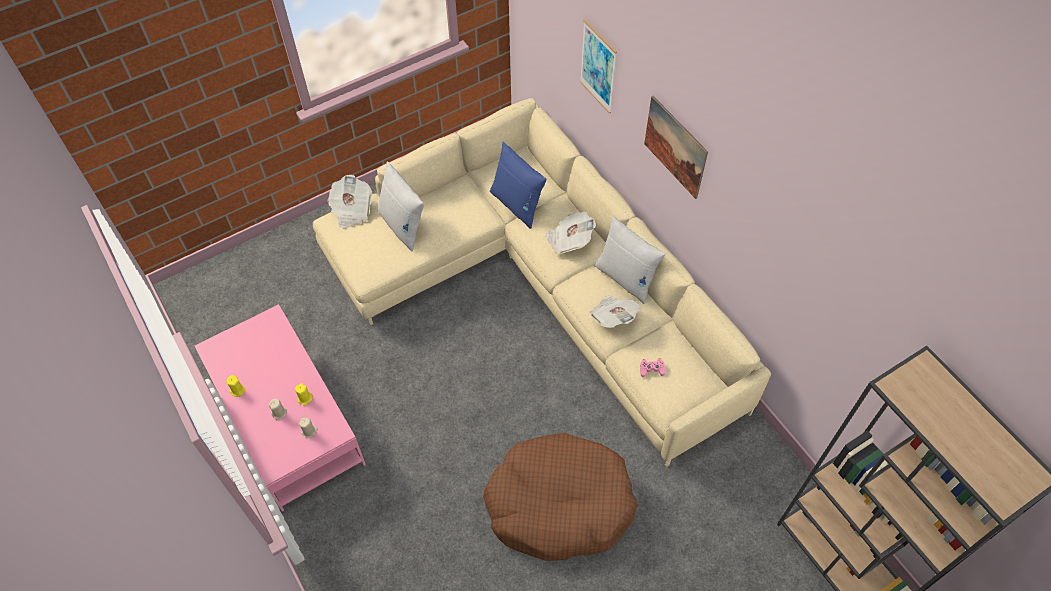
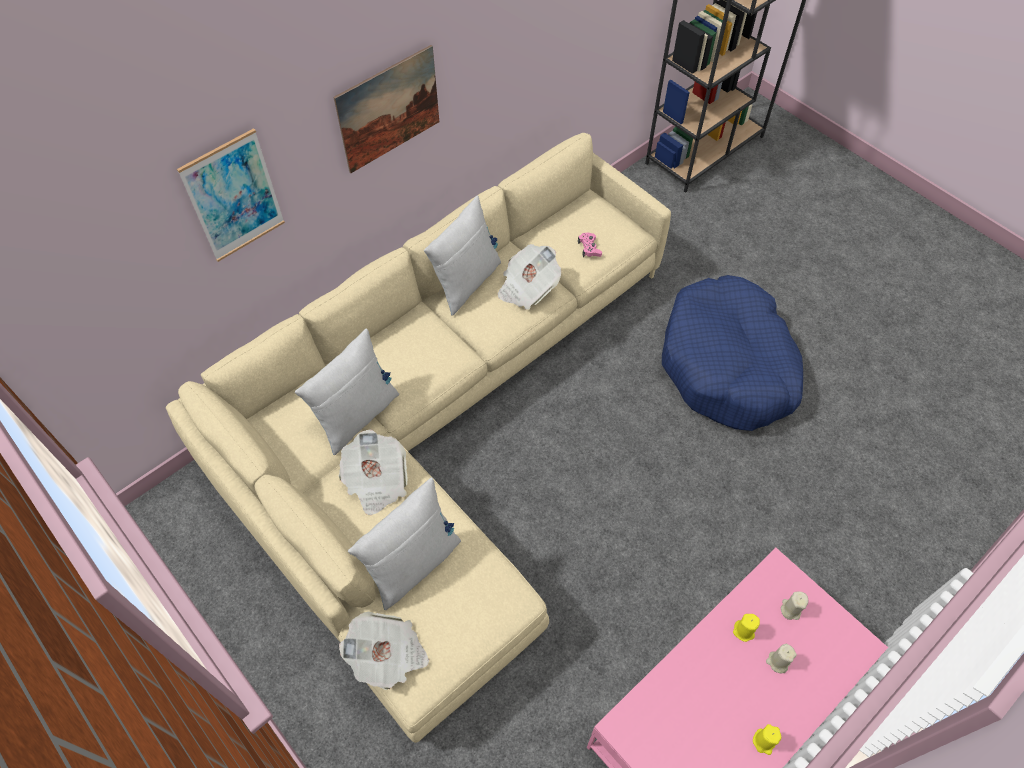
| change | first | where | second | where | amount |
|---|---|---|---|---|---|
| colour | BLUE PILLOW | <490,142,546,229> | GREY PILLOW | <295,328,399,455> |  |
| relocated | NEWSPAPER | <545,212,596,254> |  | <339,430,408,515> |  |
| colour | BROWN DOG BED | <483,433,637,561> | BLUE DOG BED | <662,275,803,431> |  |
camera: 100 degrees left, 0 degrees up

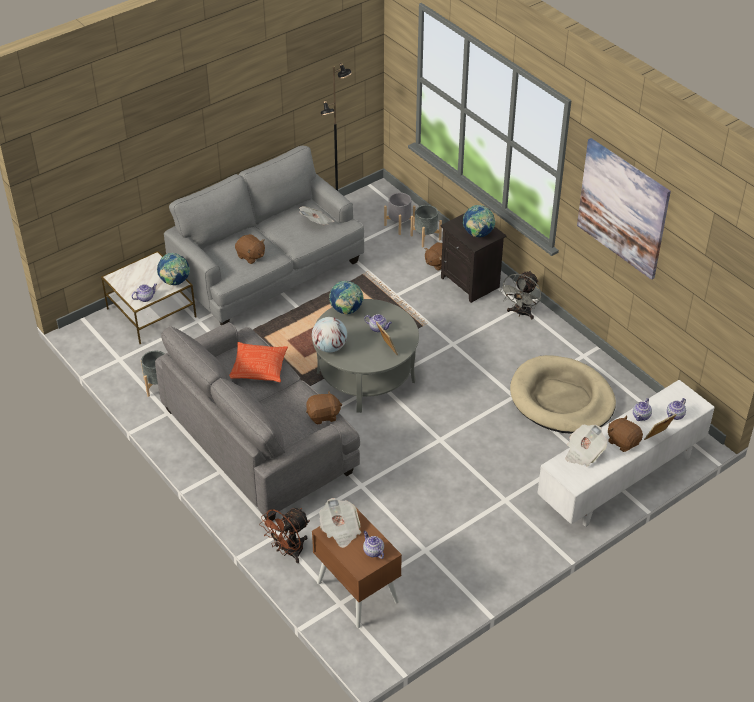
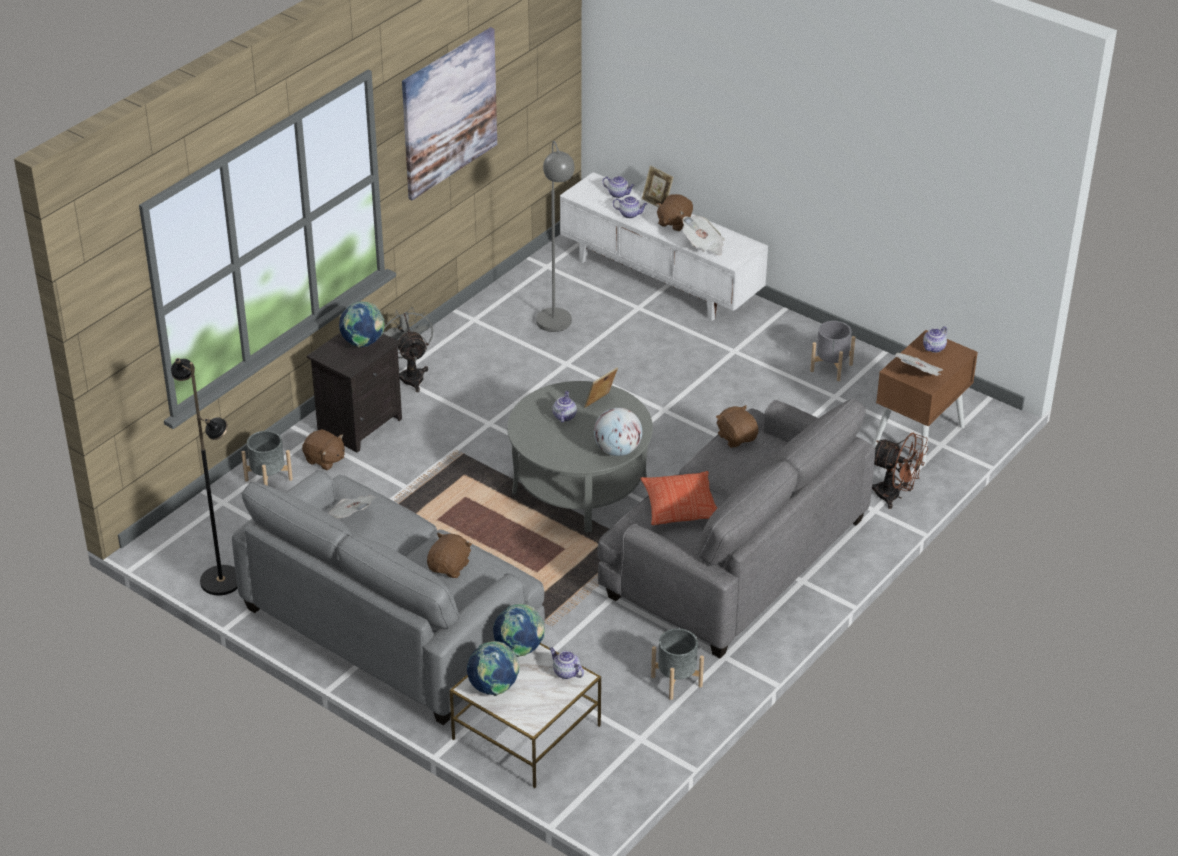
| change | first | where | second | where | amount |
|---|---|---|---|---|---|
| relocated | GREY PLANTER | <384,193,416,235> |  | <810,321,855,381> |  |
| spun | GREY FAN | <500,271,541,319> |  | <383,307,433,392> | 120 degrees counterclockwise |
| relocated | GLOBE | <329,281,364,314> |  | <467,641,519,696> |  |
| exchanged | BEIGE DOG BED | <510,355,616,433> | GREY FLOOR LAMP | <536,141,574,332> |  |
camera: 105 degrees left, 5 degrees down

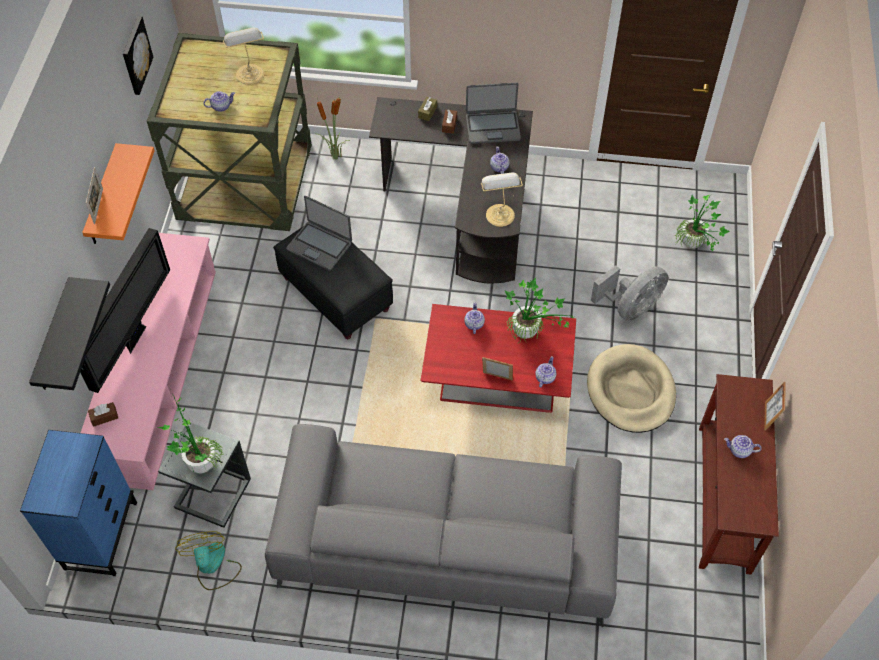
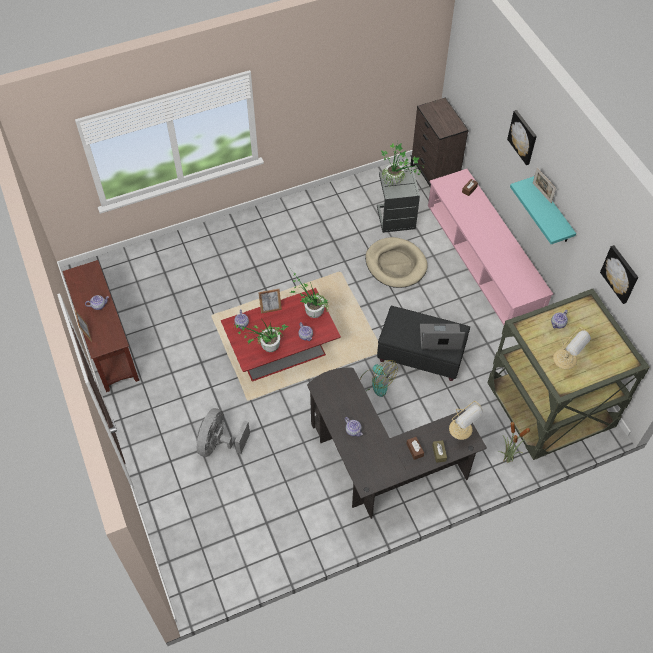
| change | first | where | second | where | amount |
|---|---|---|---|---|---|
| missing | LAPTOP | <466,82,521,144> |  |  |  |
| colour | ORANGE SHELF | <82,143,155,244> | TURQUOISE SHELF | <510,176,576,244> |  |
| relocated | TABLE LAMP | <481,173,523,227> |  | <449,401,483,440> |  |
| relocated | POTTED PLANT | <676,195,730,251> |  | <289,272,329,318> |  |
| missing | TELEVISION | <80,228,170,393> |  |  |  |
| missing | BLACK SHELF | <29,277,110,390> |  |  |  |
| relocated | BEIGE DOG BED | <587,344,676,433> |  | <365,237,428,288> |  |
| missing | GREY SOFA | <265,424,622,627> |  |  |  |
| colour | BLUE DRESSER | <20,430,137,576> | BROWN DRESSER | <410,98,469,187> |  |
| relocated | FAN | <175,531,242,590> |  | <360,360,398,397> |  |
| appeared |  |  | PICTURE | <507,110,537,165> |  |
camera: 150 degrees right, 0 degrees up

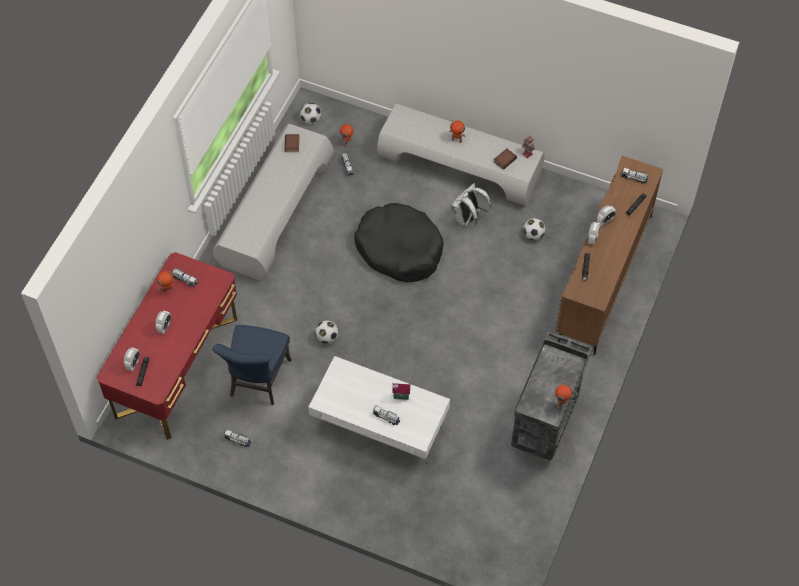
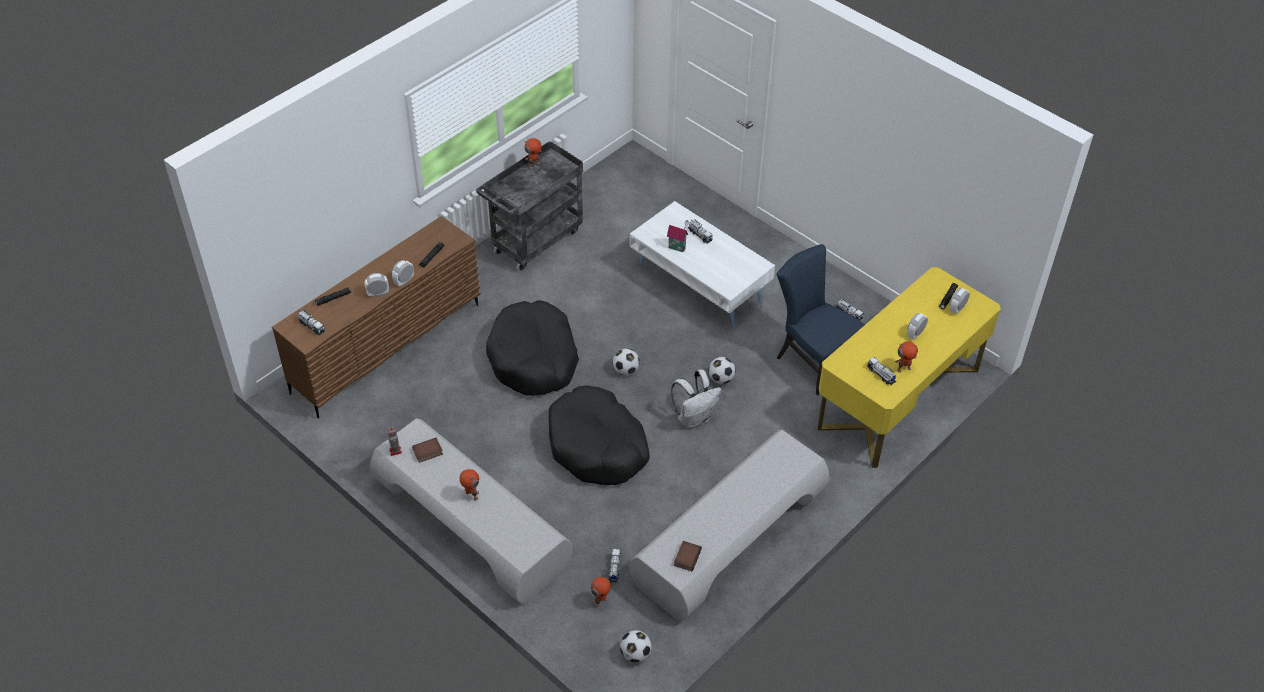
| change | first | where | second | where | amount |
|---|---|---|---|---|---|
| relocated | WHITE BACKPACK | <451,183,491,227> |  | <671,369,721,429> |  |
| relocated | FOOTBALL | <523,218,546,241> |  | <613,348,640,376> |  |
| colour | RED DESK | <96,252,237,440> | YELLOW DESK | <818,267,1001,468> |  |
| spun | BLUE CHAIR | <213,325,292,405> |  | <776,244,865,395> | 75 degrees counterclockwise |
| appeared |  |  | BLACK DOG BED | <486,300,579,396> |  |
camera: 160 degrees left, 10 degrees down

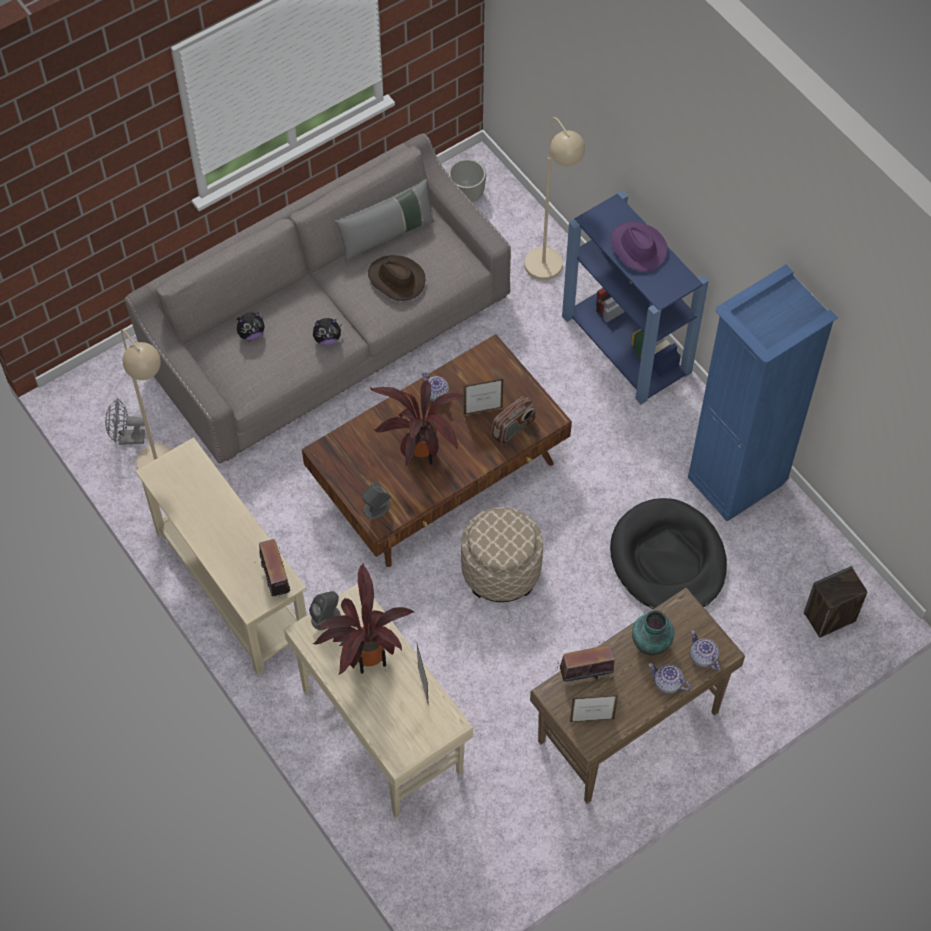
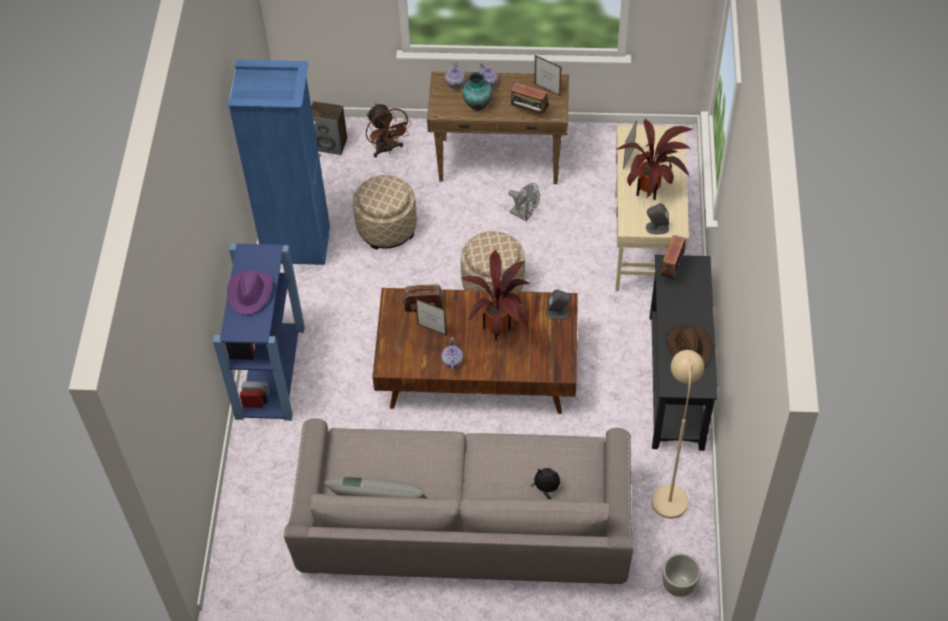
| change | first | where | second | where | amount |
|---|---|---|---|---|---|
| missing | BEIGE FLOOR LAMP | <524,117,585,280> |  |  |  |
| relocated | GREY PLANTER | <448,159,486,202> |  | <662,553,701,597> |  |
| relocated | BROWN HAT | <368,255,425,301> |  | <665,325,713,367> |  |
| missing | PLUSH TOY | <313,318,341,345> |  |  |  |
| relocated | GREY FAN | <105,398,145,445> |  | <508,183,540,221> |  |
| colour | BEIGE CONSOLE TABLE | <135,437,307,675> | BLACK CONSOLE TABLE | <649,255,718,451> |  |
| exchanged | BLACK DOG BED | <610,498,727,609> | BEIGE OTTOMAN | <353,175,417,250> |  |
| appeared |  |  | BROWN FAN | <366,103,412,157> |  |
camera: 140 degrees left, 5 degrees down

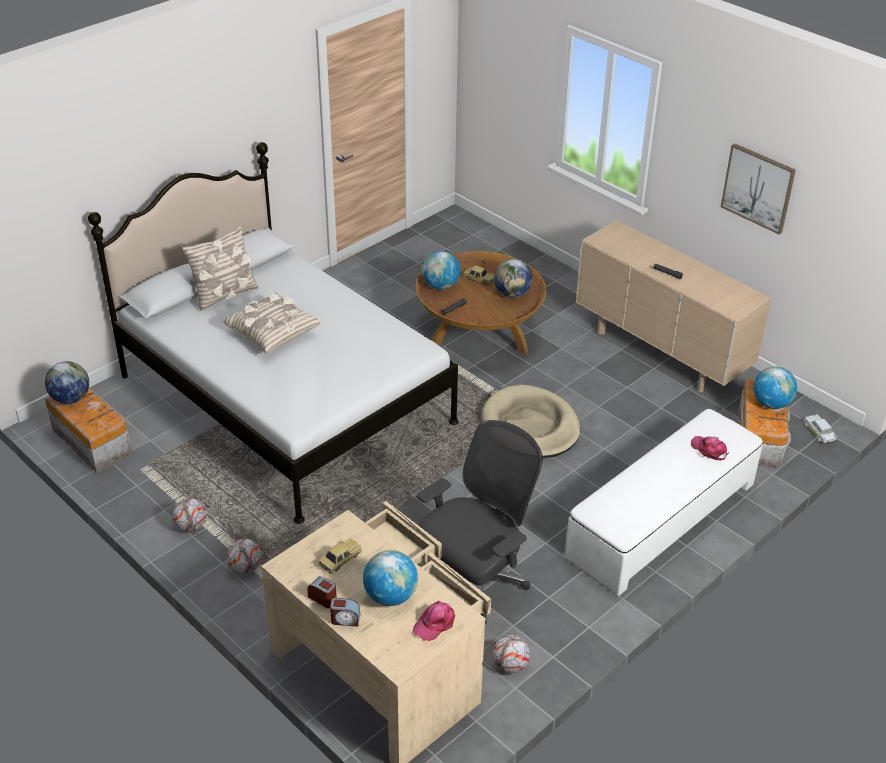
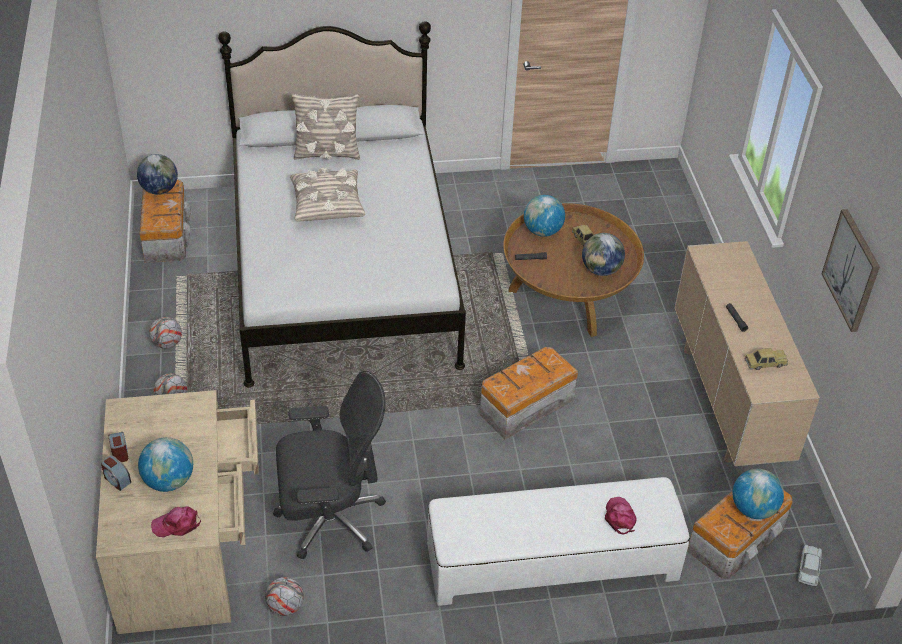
| change | first | where | second | where | amount |
|---|---|---|---|---|---|
| exchanged | BEIGE DOG BED | <482,384,580,458> | STORAGE BOX | <480,347,578,440> |  |
| relocated | TOY CAR | <319,538,362,574> |  | <745,348,788,370> |  |
camera: 35 degrees right, 5 degrees up

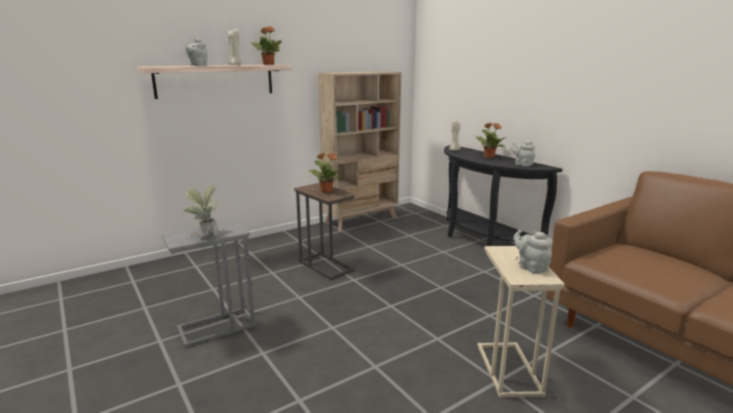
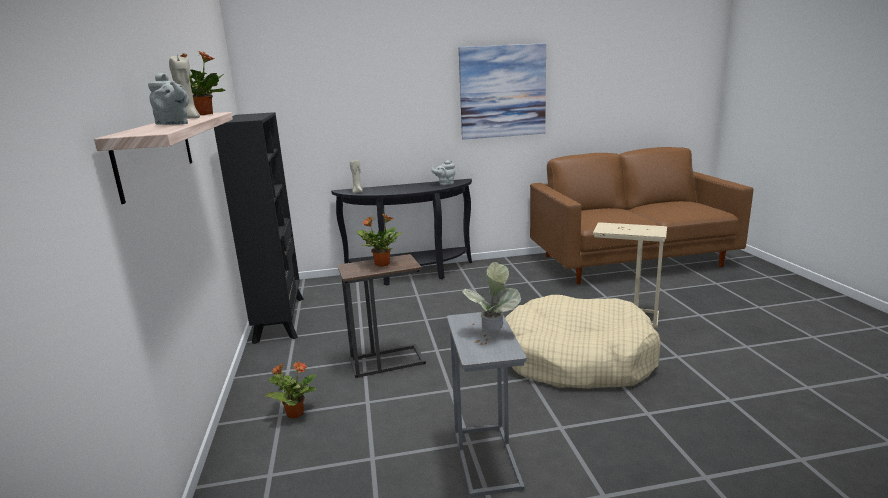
| change | first | where | second | where | amount |
|---|---|---|---|---|---|
| colour | BEIGE BOOKCASE | <318,71,401,232> | BLACK BOOKCASE | <214,112,304,344> |  |
| relocated | POTTED PLANT | <475,123,506,158> |  | <265,362,316,418> |  |
| missing | GREY TEAPOT | <513,230,553,274> |  |  |  |
| appeared |  |  | PICTURE | <459,43,546,140> |  |
| appeared |  |  | BEIGE DOG BED | <505,295,661,389> |  |
camera: 65 degrees left, 0 degrees up

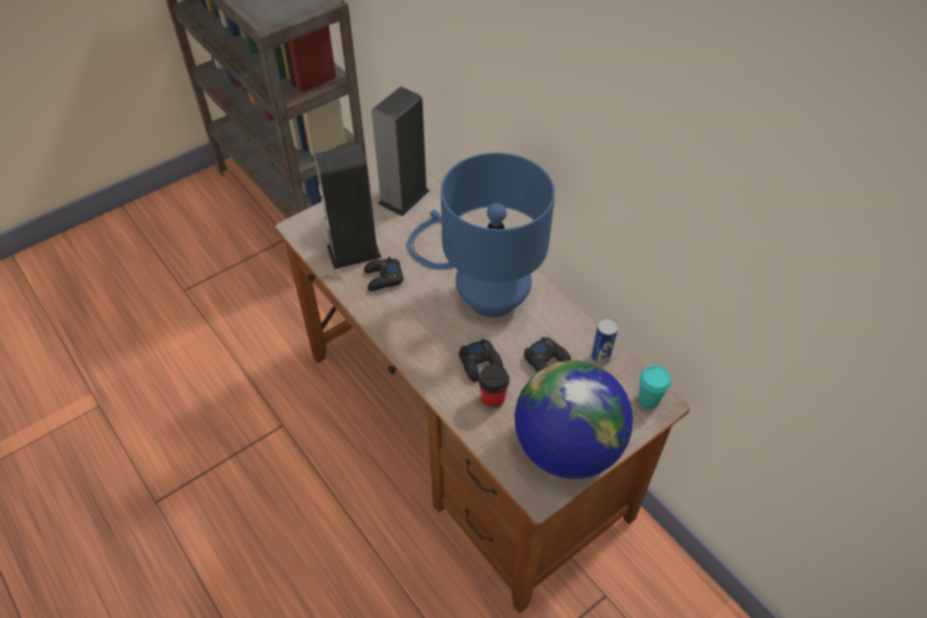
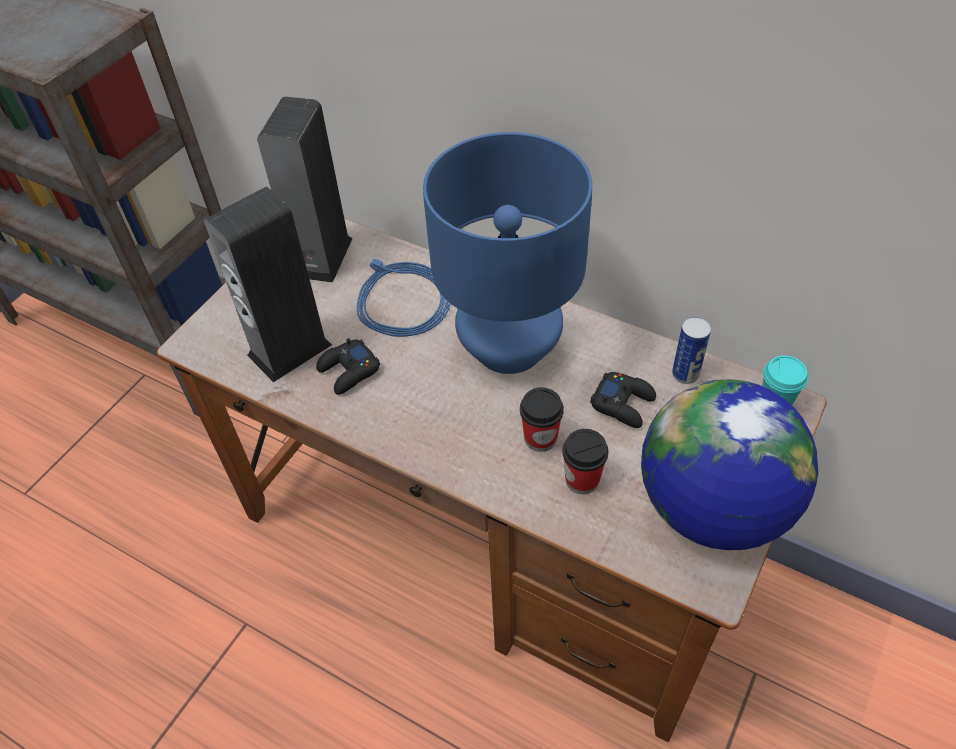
| change | first | where | second | where | amount |
|---|---|---|---|---|---|
| exchanged | BLACK GAME CONTROLLER | <459,339,503,382> | CUP | <520,387,564,452> |  |
camera: 20 degrees left, 0 degrees up

